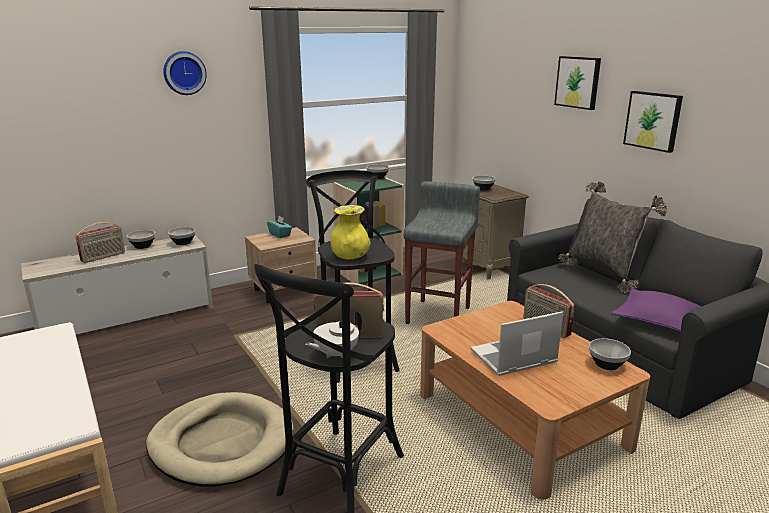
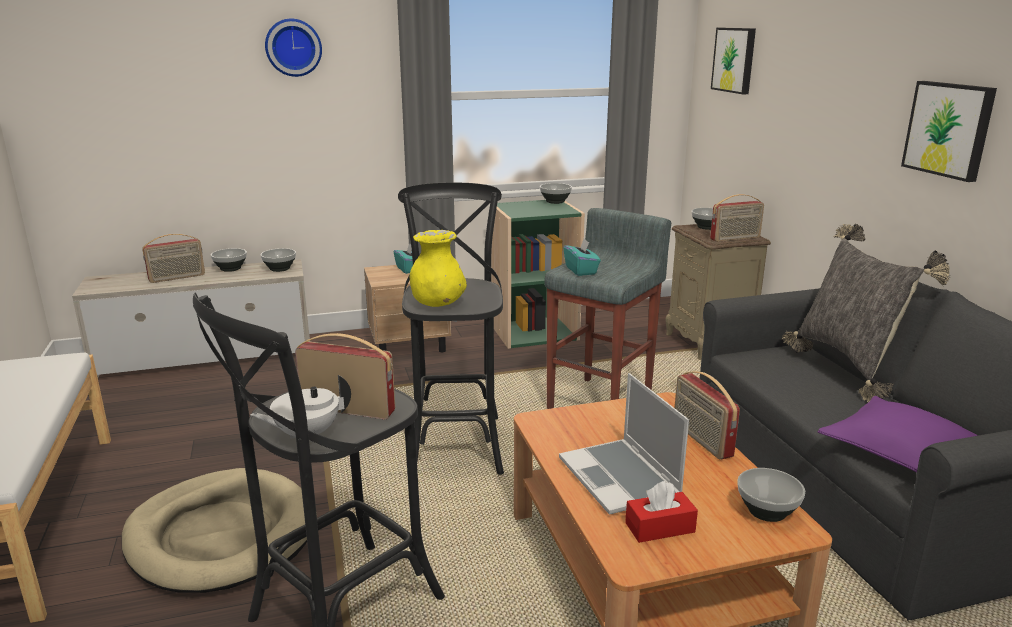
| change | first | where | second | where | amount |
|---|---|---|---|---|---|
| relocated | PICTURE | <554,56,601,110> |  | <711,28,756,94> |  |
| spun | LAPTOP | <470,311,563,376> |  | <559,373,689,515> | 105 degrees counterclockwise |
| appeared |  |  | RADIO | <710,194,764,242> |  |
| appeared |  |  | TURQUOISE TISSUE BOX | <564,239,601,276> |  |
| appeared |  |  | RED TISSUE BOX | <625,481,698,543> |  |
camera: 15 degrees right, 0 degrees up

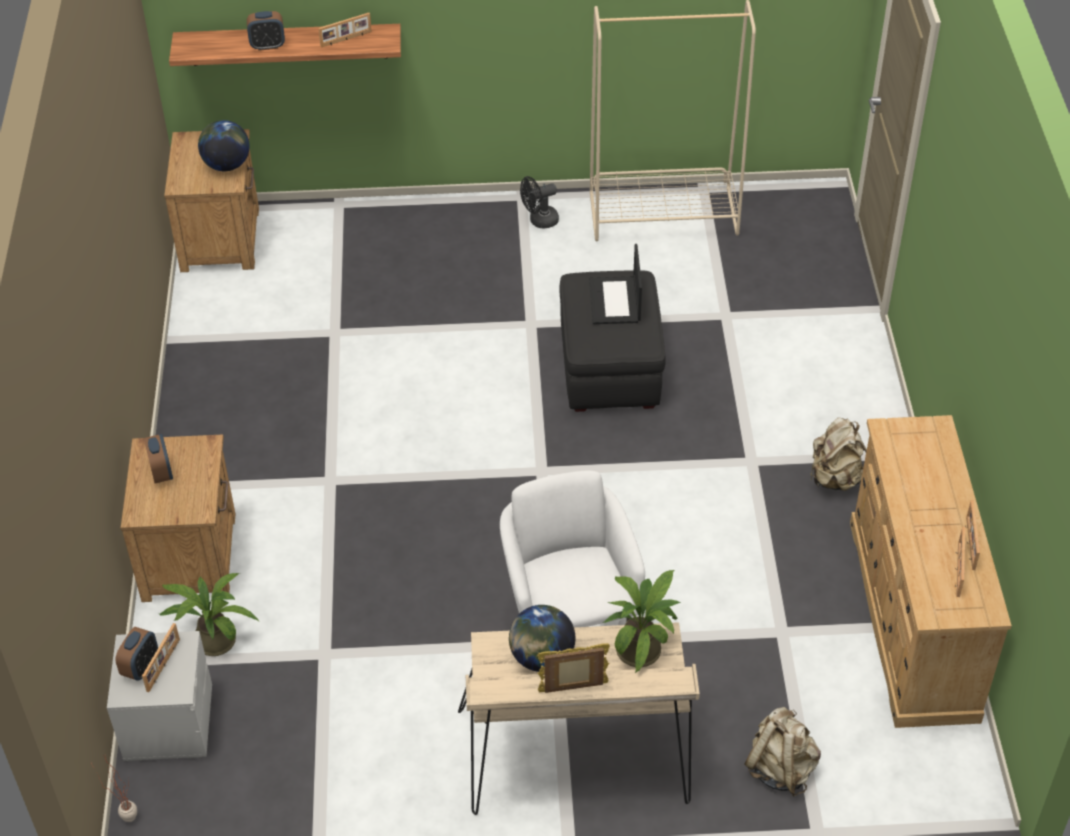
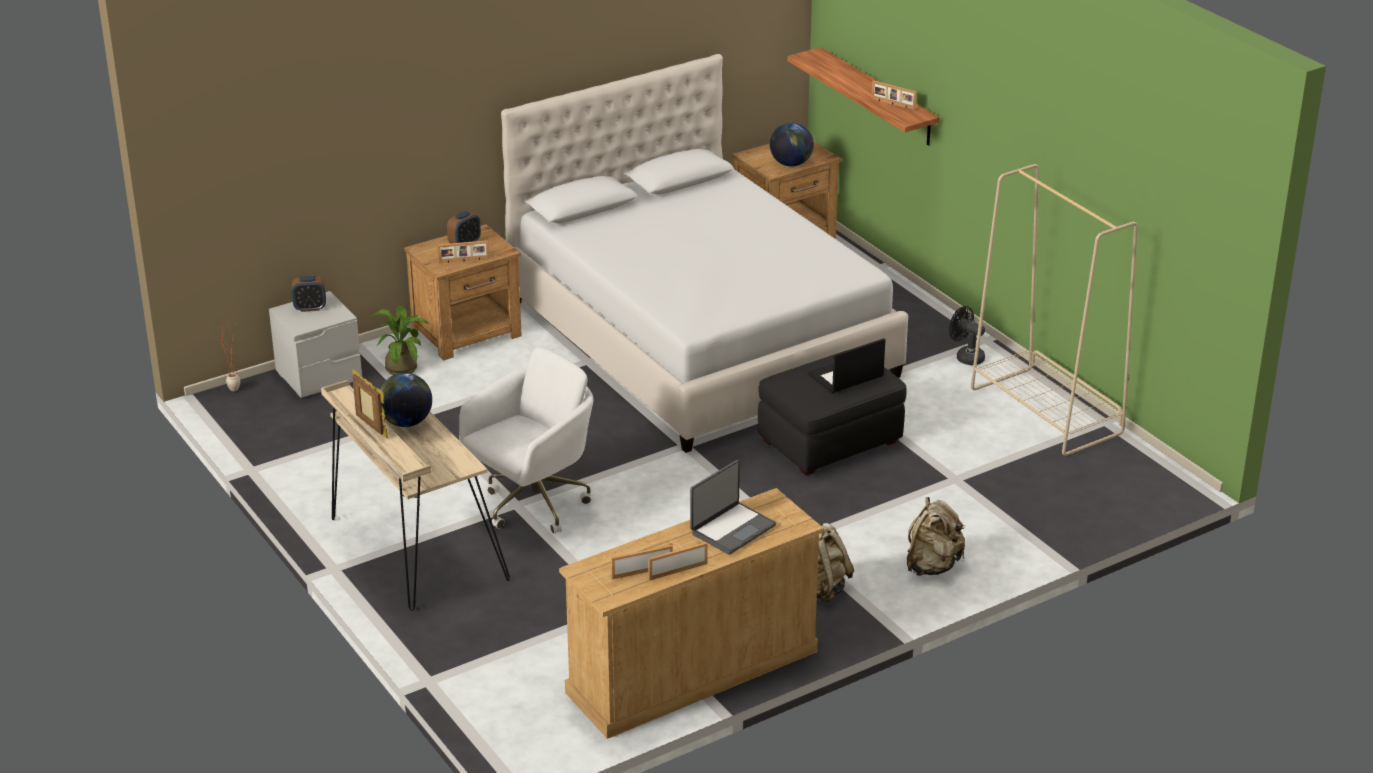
| change | first | where | second | where | amount |
|---|---|---|---|---|---|
| missing | ALARM CLOCK | <247,11,285,51> |  |  |  |
| missing | POTTED PLANT | <604,570,680,673> |  |  |  |
| relocated | PICTURE FRAME | <142,623,180,692> |  | <438,240,489,263> |  |
| relocated | BEIGE BACKPACK | <744,707,821,797> |  | <907,497,965,576> |  |
| appeared |  |  | WHITE BED | <501,54,908,453> |  |
| appeared |  |  | LAPTOP | <690,460,776,555> |  |
camera: 60 degrees right, 15 degrees down

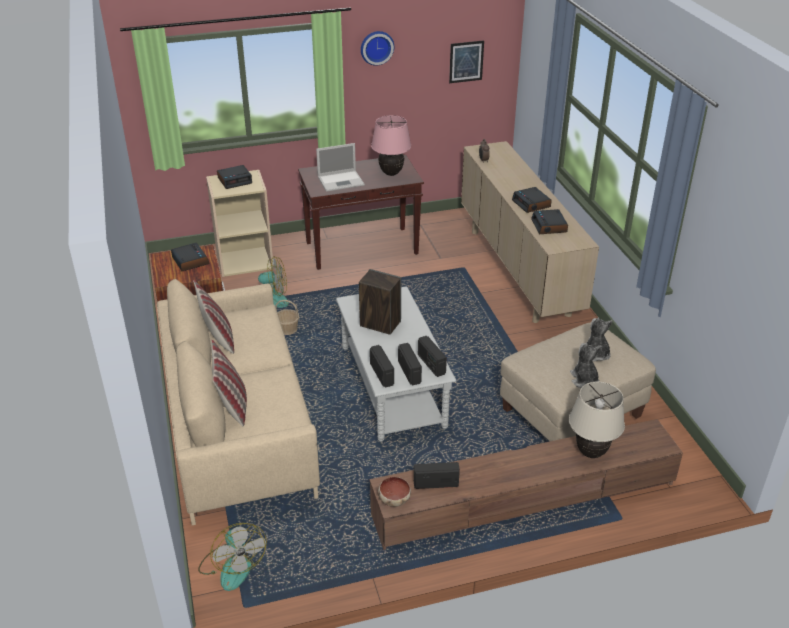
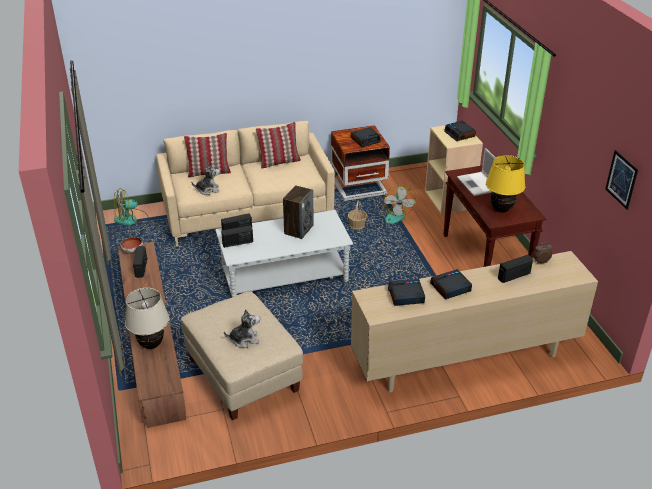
| change | first | where | second | where | amount |
|---|---|---|---|---|---|
| missing | WALL CLOCK | <361,31,394,66> |  |  |  |
| colour | PINK TABLE LAMP | <371,115,411,176> | YELLOW TABLE LAMP | <486,155,525,213> |  |
| relocated | RADIO | <418,336,447,377> |  | <498,255,533,283> |  |
| relocated | PLUSH TOY | <570,343,601,388> |  | <191,163,220,195> |  |
camera: 90 degrees right, 0 degrees up

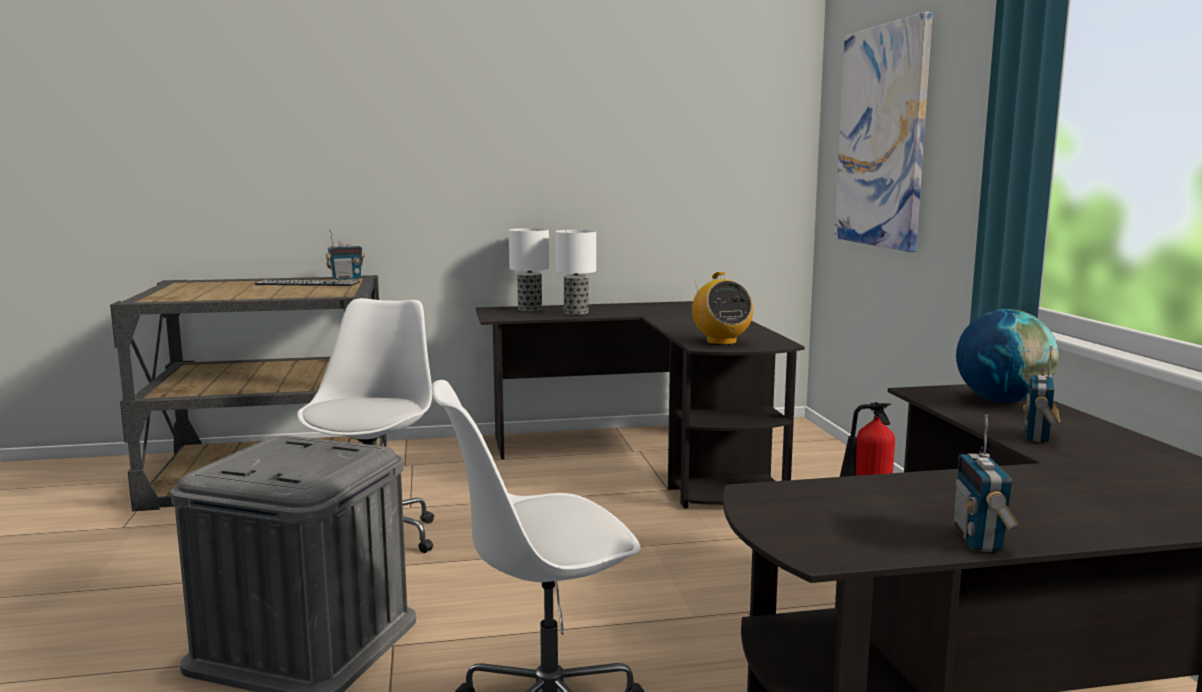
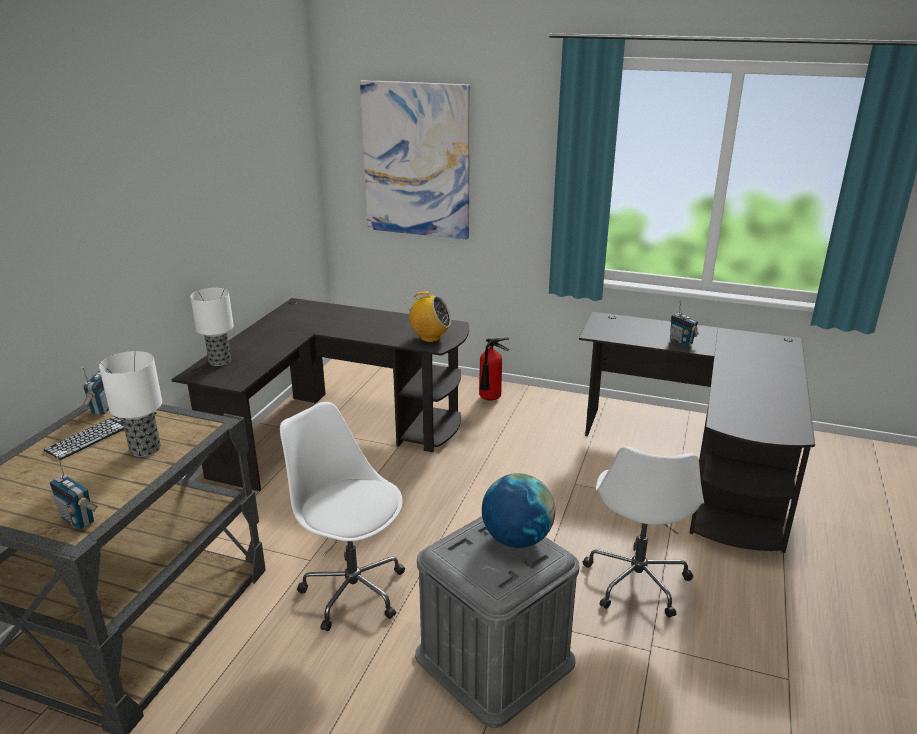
| change | first | where | second | where | amount |
|---|---|---|---|---|---|
| relocated | TABLE LAMP | <555,230,596,315> |  | <99,351,162,457> |  |
| relocated | GLOBE | <956,309,1059,403> |  | <482,473,555,548> |  |
| relocated | RADIO | <954,414,1019,552> |  | <50,456,98,530> |  |
camera: 60 degrees left, 15 degrees up

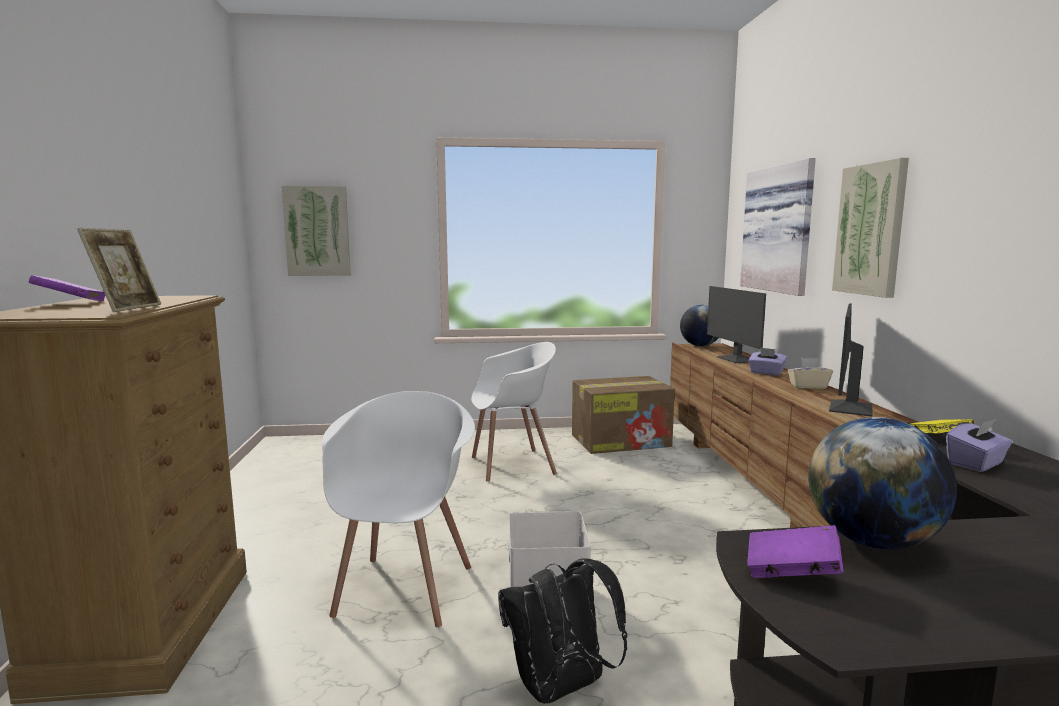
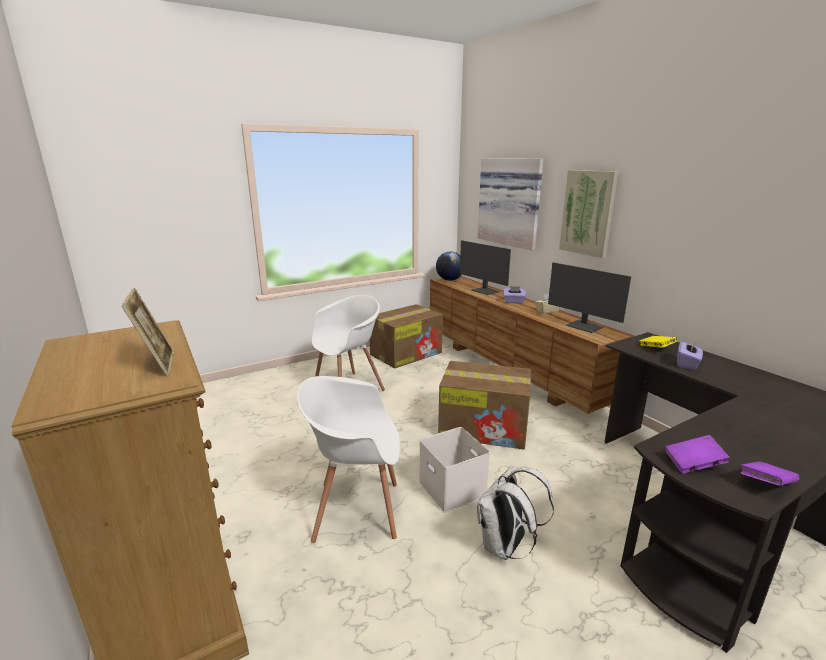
| change | first | where | second | where | amount |
|---|---|---|---|---|---|
| missing | PICTURE | <282,186,351,276> |  |  |  |
| relocated | PURPLE BOOK | <29,275,105,302> |  | <740,461,799,486> |  |
| spun | MONITOR | <829,303,873,416> |  | <548,262,631,333> | 45 degrees counterclockwise |
| spun | WHITE CHAIR | <322,391,475,628> |  | <297,376,400,543> | 75 degrees counterclockwise |
| missing | GLOBE | <808,417,957,550> |  |  |  |
| colour | BLACK BACKPACK | <498,558,627,704> | WHITE BACKPACK | <477,466,554,560> |  |
| appeared |  |  | CARDBOARD BOX | <438,361,531,450> |  |
camera: 25 degrees left, 10 degrees up

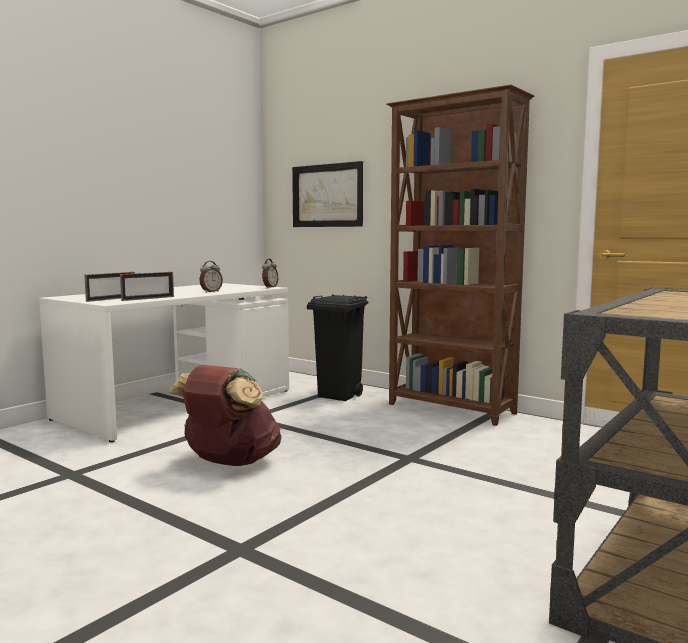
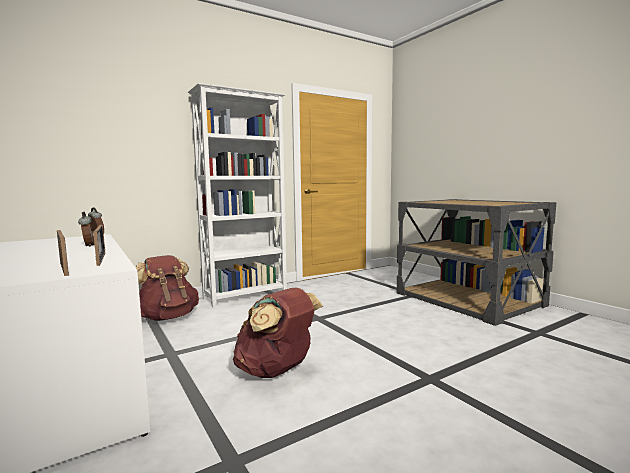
| change | first | where | second | where | amount |
|---|---|---|---|---|---|
| colour | BROWN BOOKCASE | <386,85,534,426> | WHITE BOOKCASE | <188,83,287,308> |  |
| missing | PICTURE | <292,161,363,227> |  |  |  |
| exchanged | BLACK TRASH CAN | <307,294,368,401> | BROWN BACKPACK | <135,255,199,321> |  |
camera: 70 degrees left, 0 degrees up

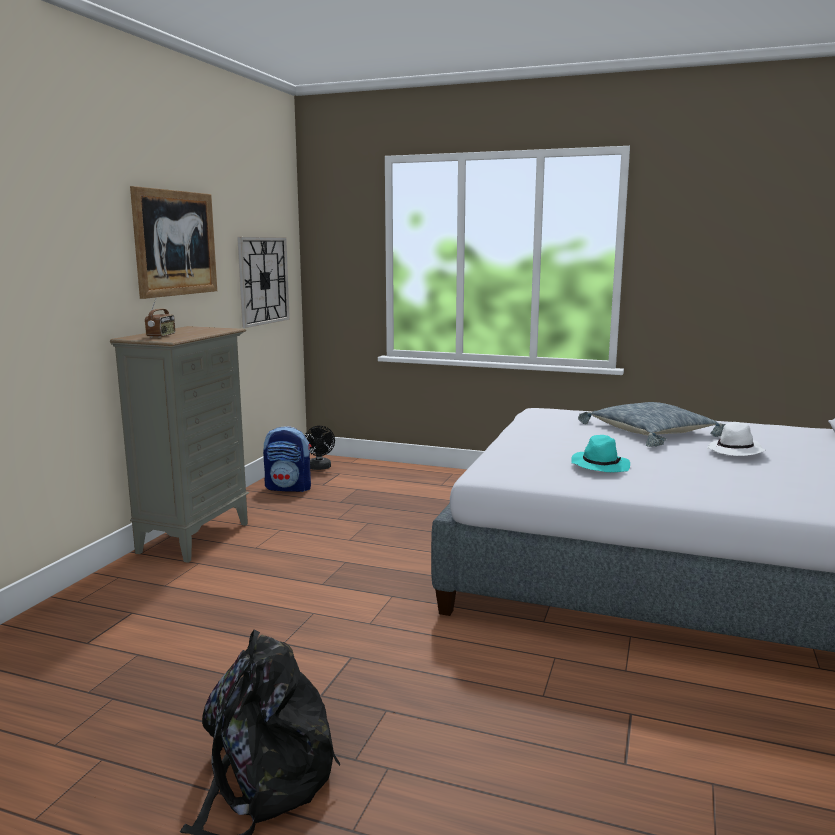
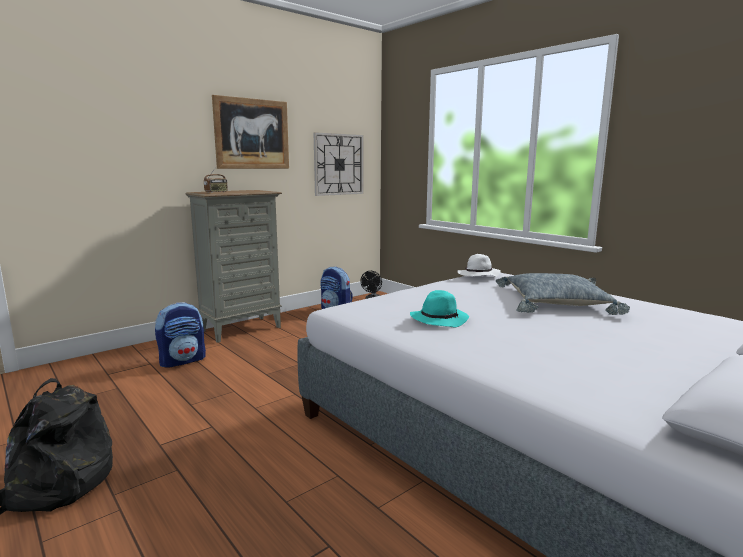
| change | first | where | second | where | amount |
|---|---|---|---|---|---|
| relocated | WHITE HAT | <707,422,766,456> |  | <458,254,501,277> |  |
| appeared |  |  | BACKPACK | <155,302,206,368> |  |
camera: 30 degrees right, 0 degrees up

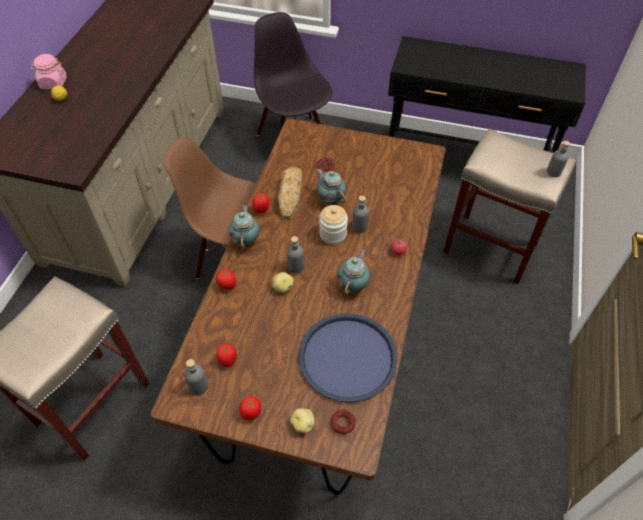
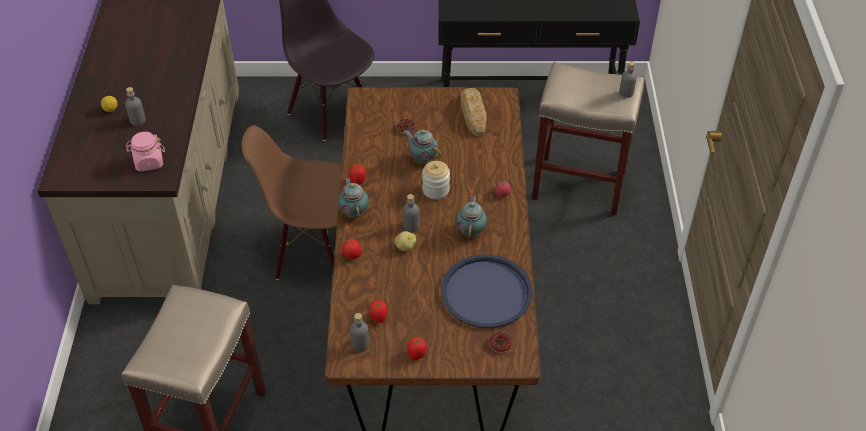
| change | first | where | second | where | amount |
|---|---|---|---|---|---|
| relocated | PINK JAR | <30,54,67,89> |  | <126,132,165,172> |  |
| relocated | BREAD | <278,167,303,220> |  | <461,88,487,137> |  |
| relocated | GREY BOTTLE | <352,196,369,233> |  | <125,87,146,126> |  |
| missing | POTATO | <290,408,315,433> |  |  |  |
camera: 15 degrees left, 5 degrees down

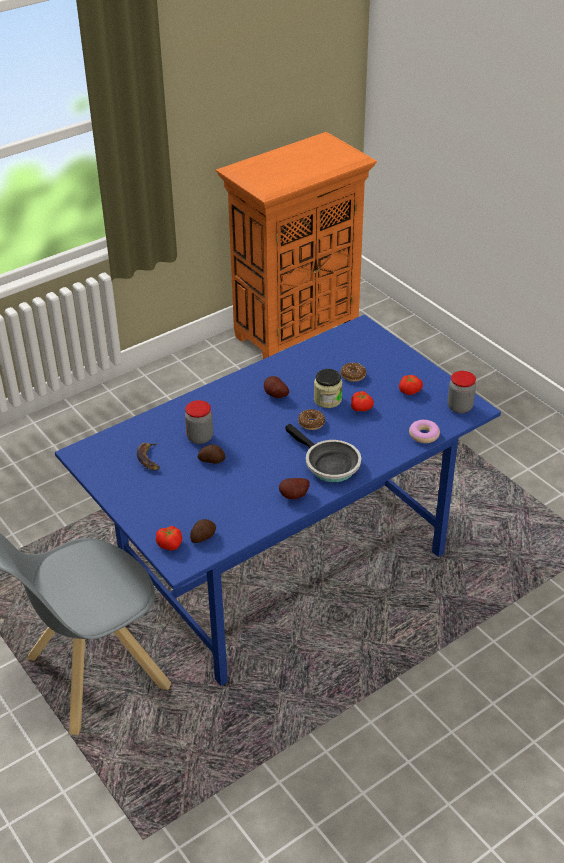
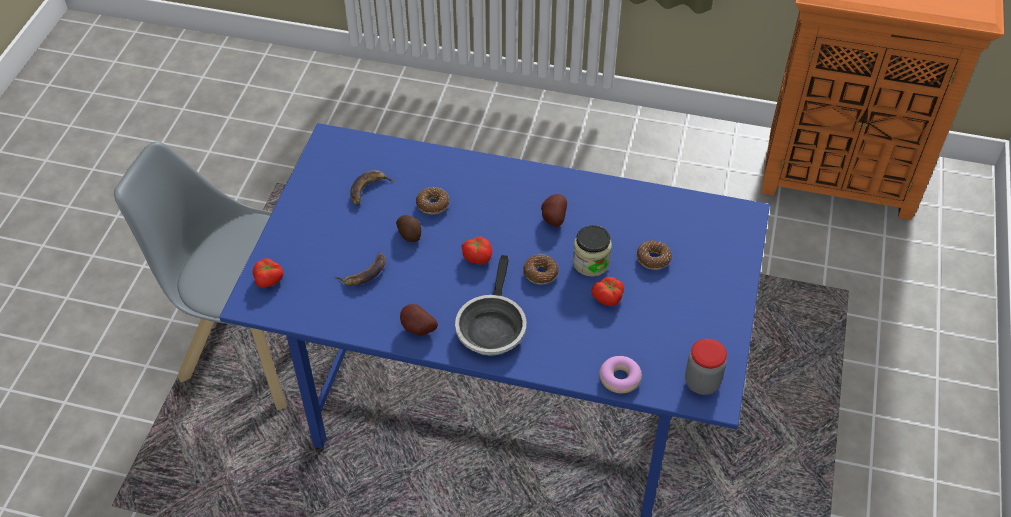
| change | first | where | second | where | amount |
|---|---|---|---|---|---|
| relocated | TOMATO | <399,375,423,395> |  | <461,236,492,265> |  |
| exchanged | JAR | <185,400,213,444> | DONUT | <416,187,449,214> |  |
| missing | POTATO | <190,519,216,543> |  |  |  |
| appeared |  |  | BANANA | <335,252,386,286> |  |
camera: 50 degrees right, 10 degrees up

